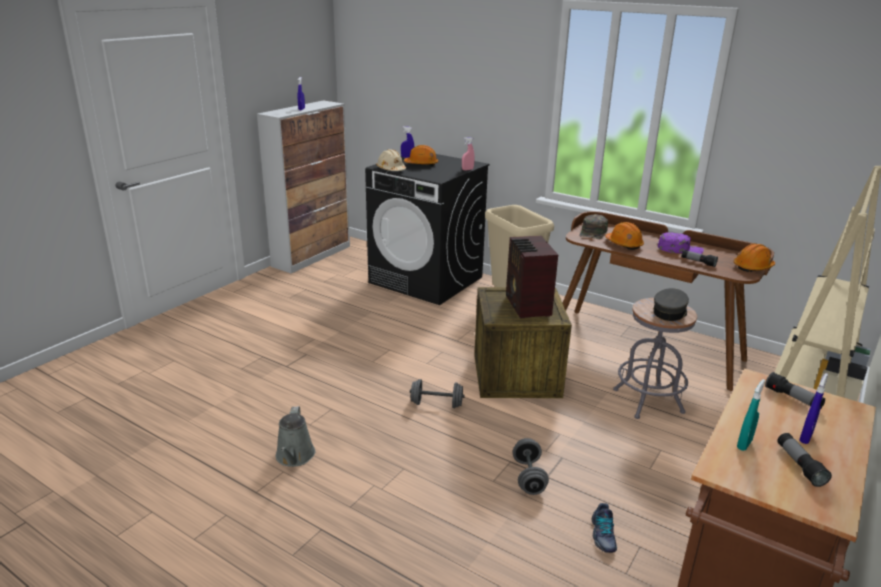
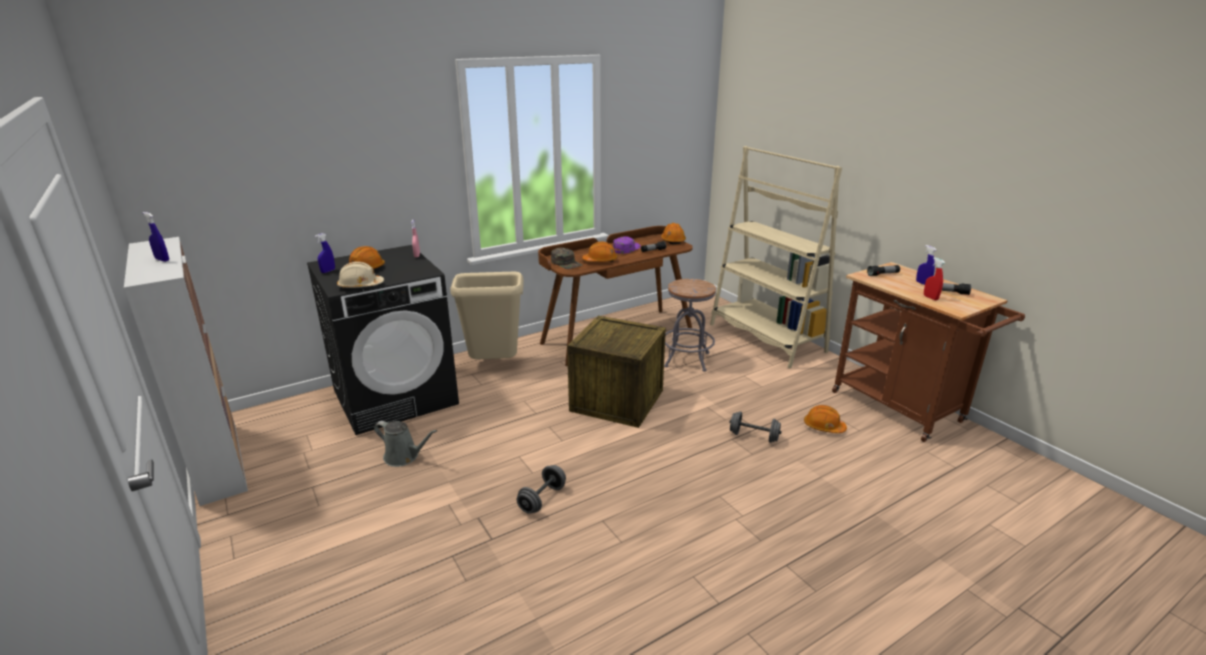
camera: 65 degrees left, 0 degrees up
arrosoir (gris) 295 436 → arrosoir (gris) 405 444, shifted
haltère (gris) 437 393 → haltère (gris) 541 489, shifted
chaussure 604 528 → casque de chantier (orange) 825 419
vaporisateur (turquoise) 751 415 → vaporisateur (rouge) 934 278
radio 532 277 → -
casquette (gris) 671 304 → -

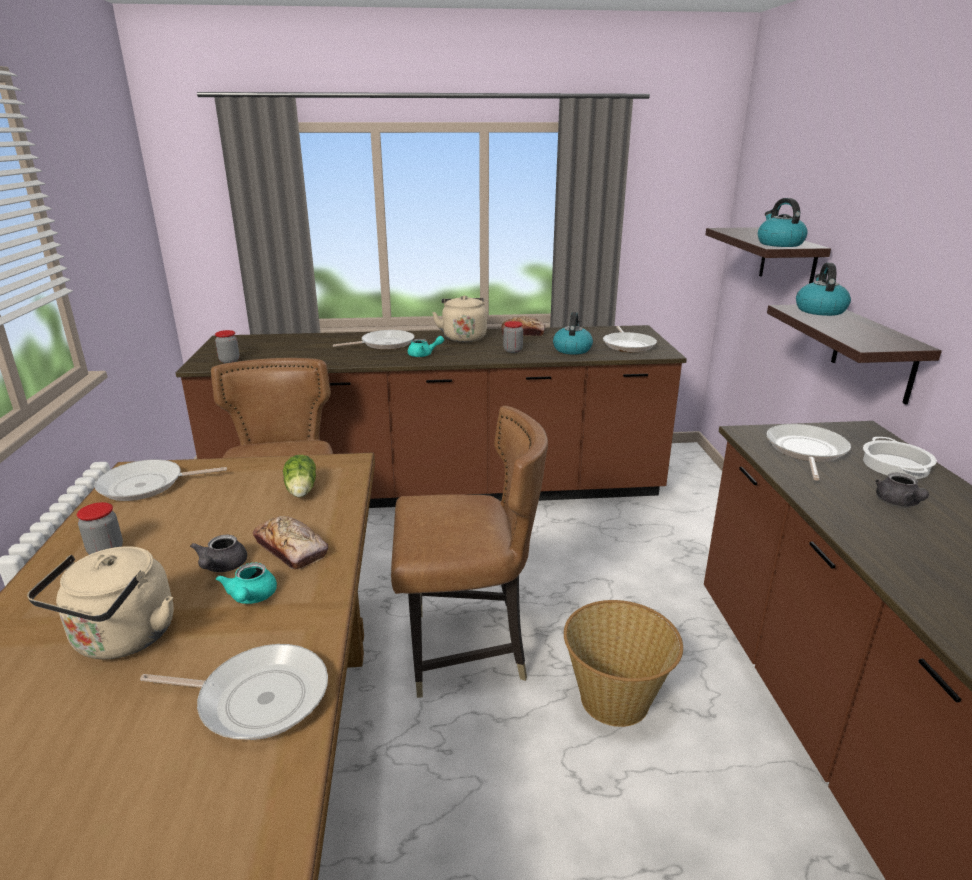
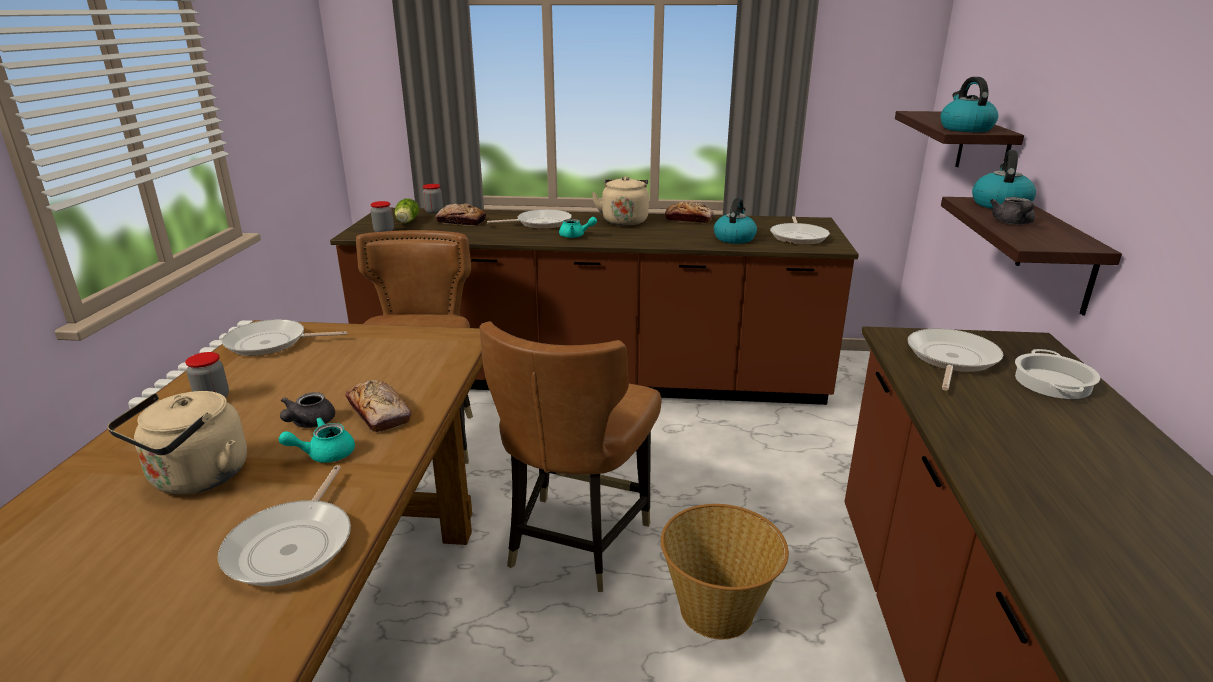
camera: 10 degrees right, 0 degrees up
poêle 234 692 → poêle 284 525, 75 degrees clockwise
théière (turquoise) 246 583 → théière (turquoise) 317 440, 60 degrees clockwise
laitue 299 476 → laitue 406 210, shifted
bocal 513 337 → bocal 433 199, shifted
- → pain 460 214
chaise (marron) 469 552 → chaise (marron) 570 456, 105 degrees clockwise
théière (gris) 902 489 → théière (gris) 1012 211, shifted

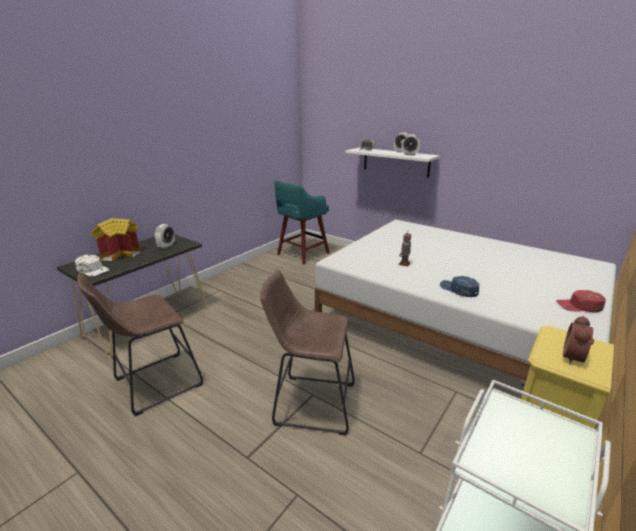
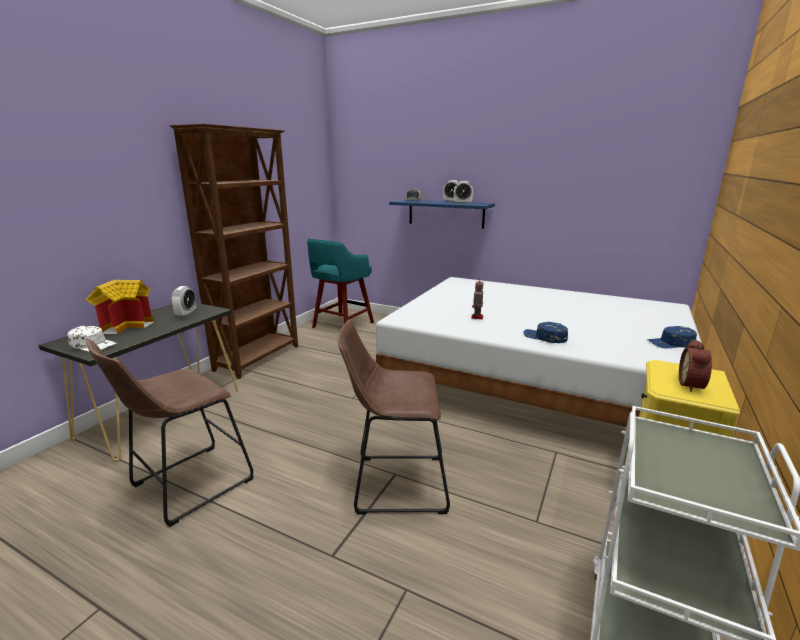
camera: 10 degrees left, 5 degrees down
- → bibliothèque (marron) 234 251
étagère (blanc) 392 163 → étagère (bleu) 442 214
casquette (rouge) 581 301 → casquette (bleu) 672 337

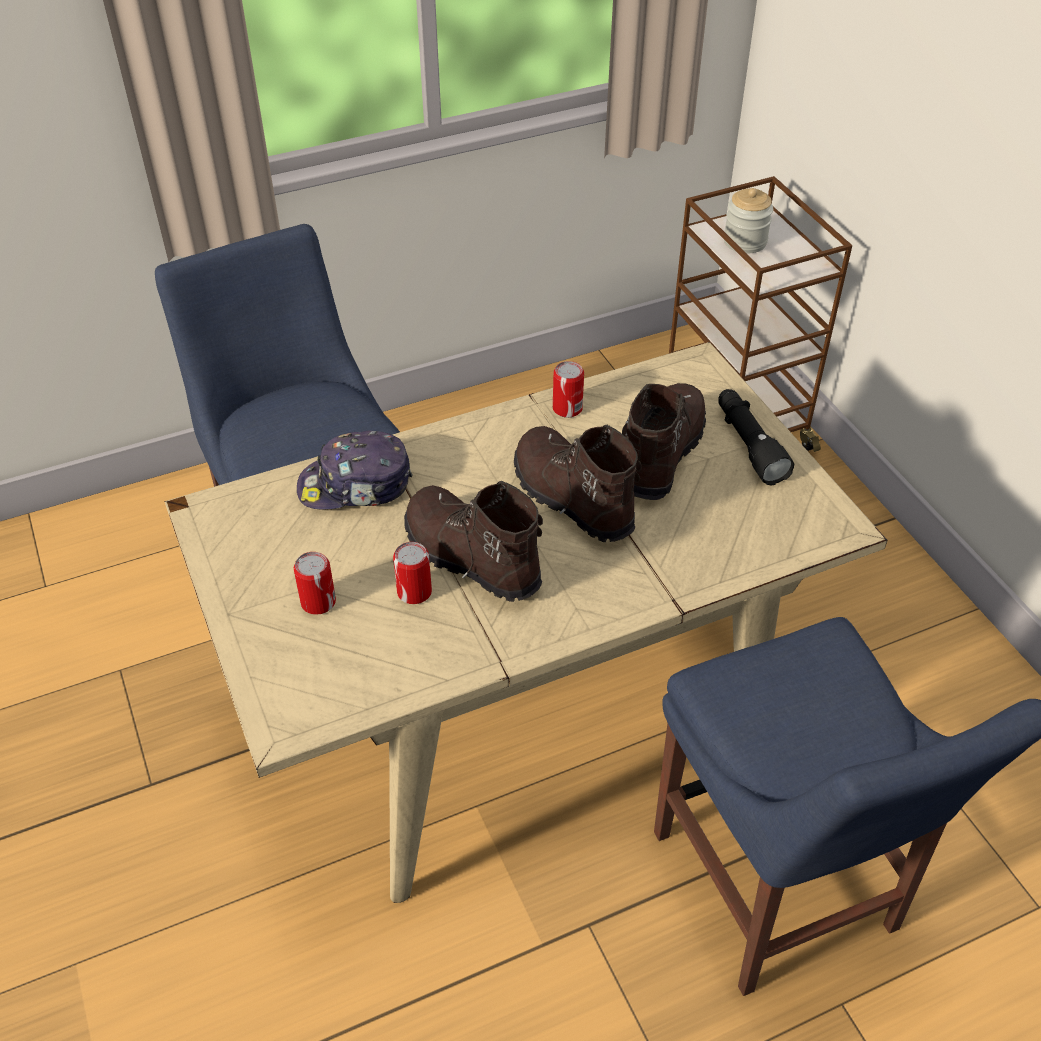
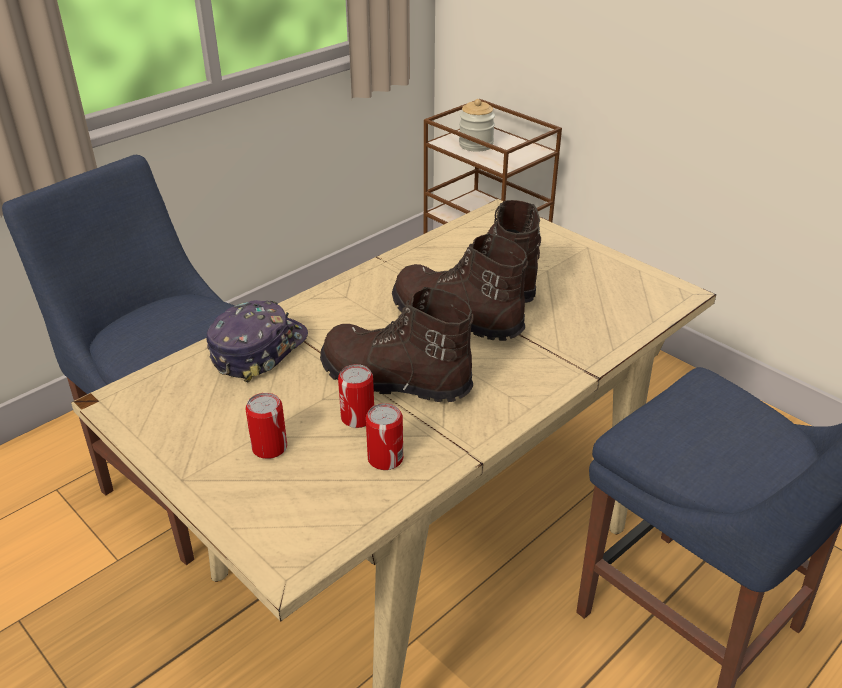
camera: 20 degrees left, 10 degrees down
casquette 355 470 → casquette 257 341, 150 degrees clockwise
boîte métallique 568 389 → boîte métallique 384 436, shifted
lampe de poche (noir) 756 437 → -

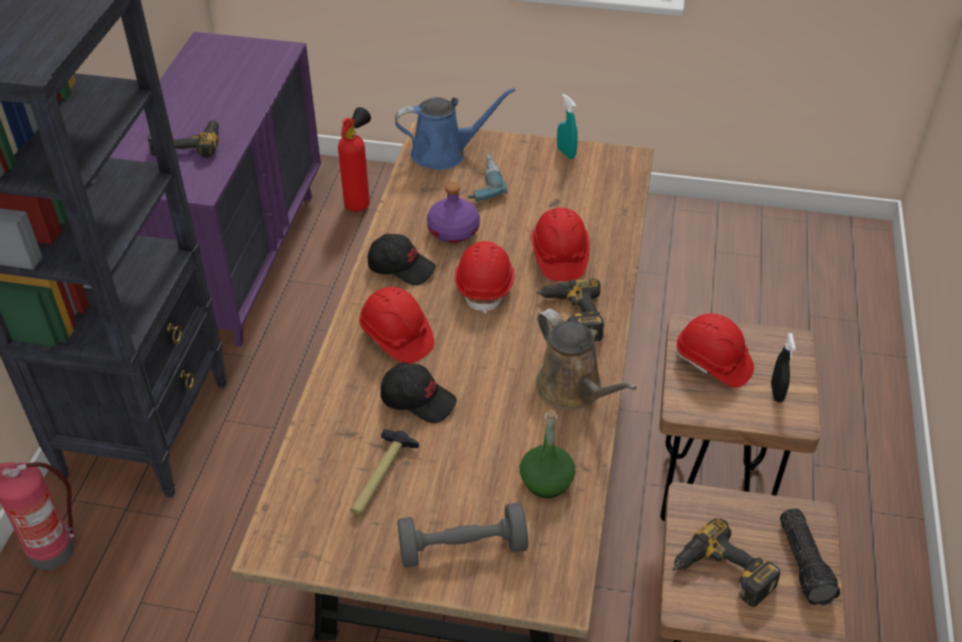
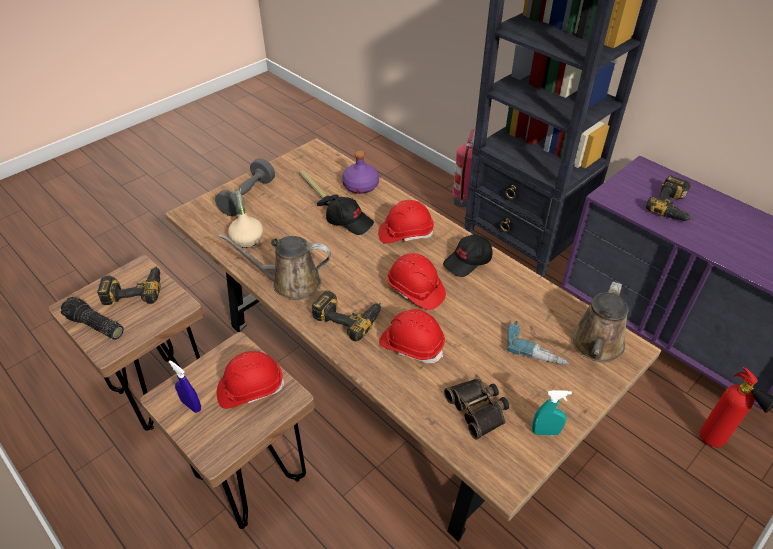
camera: 125 degrees right, 0 degrees up
vaporisateur (noir) 783 367 → vaporisateur (bleu) 185 386
bouteille (vert) 547 453 → bouteille (beige) 245 217
casquette (noir) 418 392 → casquette (noir) 350 216, 120 degrees counterclockwise
bouteille (violet) 453 212 → bouteille (violet) 360 172, shifted
- → jumelles 476 409
arrosoir (bleu) 455 129 → arrosoir (marron) 600 322

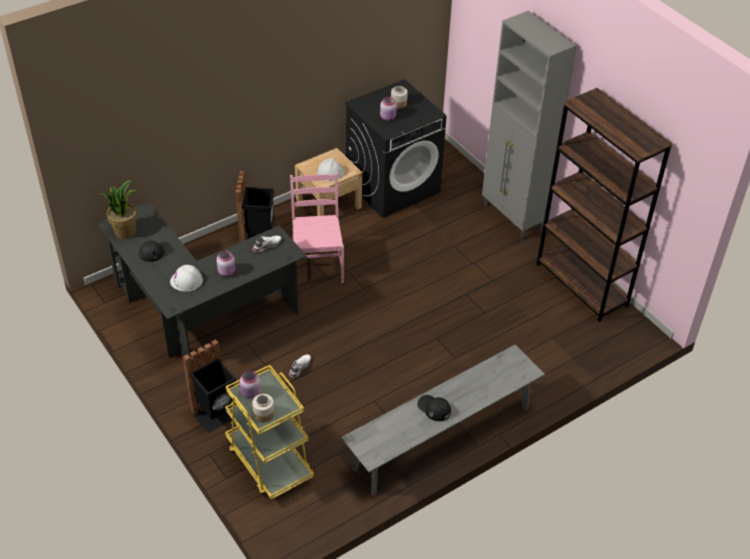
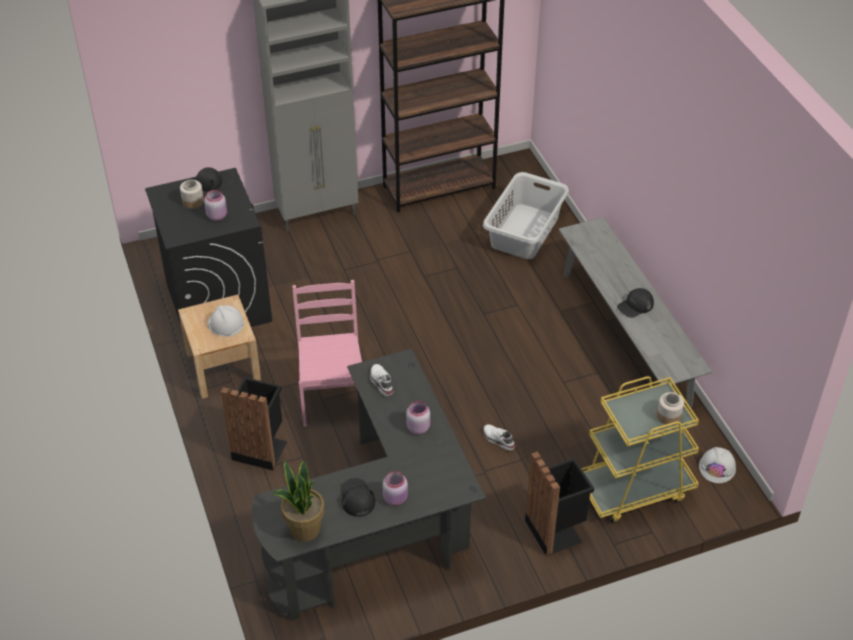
camera: 75 degrees left, 0 degrees up
- → casquette (noir) 214 179
chaise (rose) 317 228 → chaise (rose) 327 353, 75 degrees clockwise
bocal (rose) 250 384 → bocal (rose) 395 488, shifted
- → panier à linge (gris) 526 215
casque de chantier (blanc) 186 278 → casque de chantier (blanc) 717 465, shifted

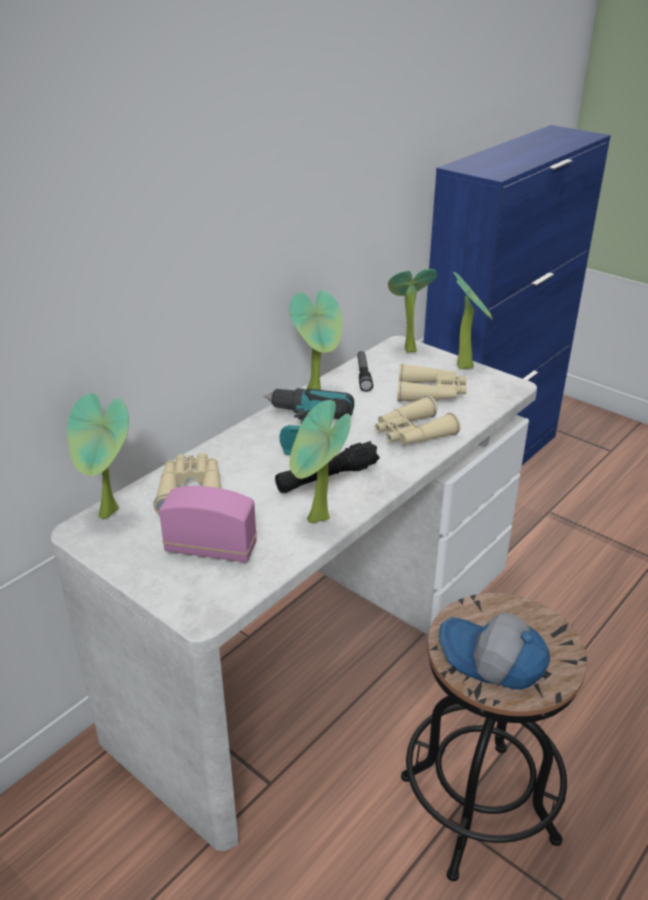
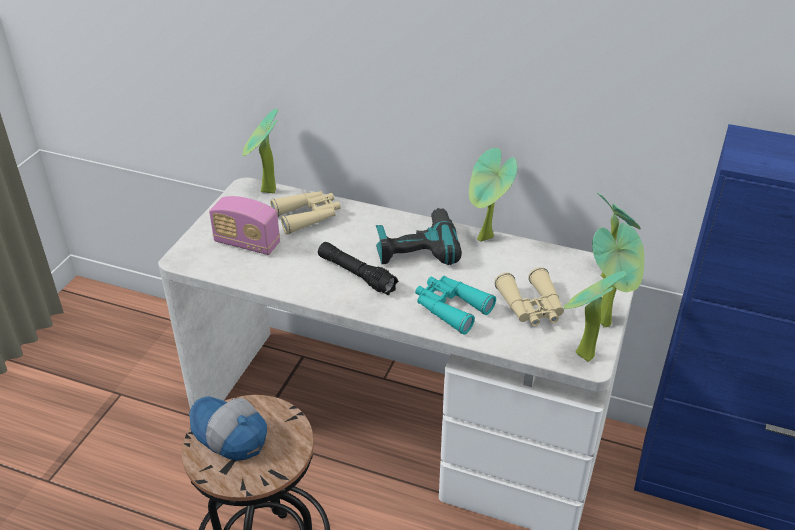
camera: 70 degrees right, 5 degrees up
casquette 494 651 → casquette 228 428, 60 degrees counterclockwise
radio 208 524 → radio 244 225, 120 degrees clockwise
jumelles (beige) 418 420 → jumelles (turquoise) 455 305
plante en pot 320 461 → plante en pot 595 316, shifted
lampe de poche 365 371 → -

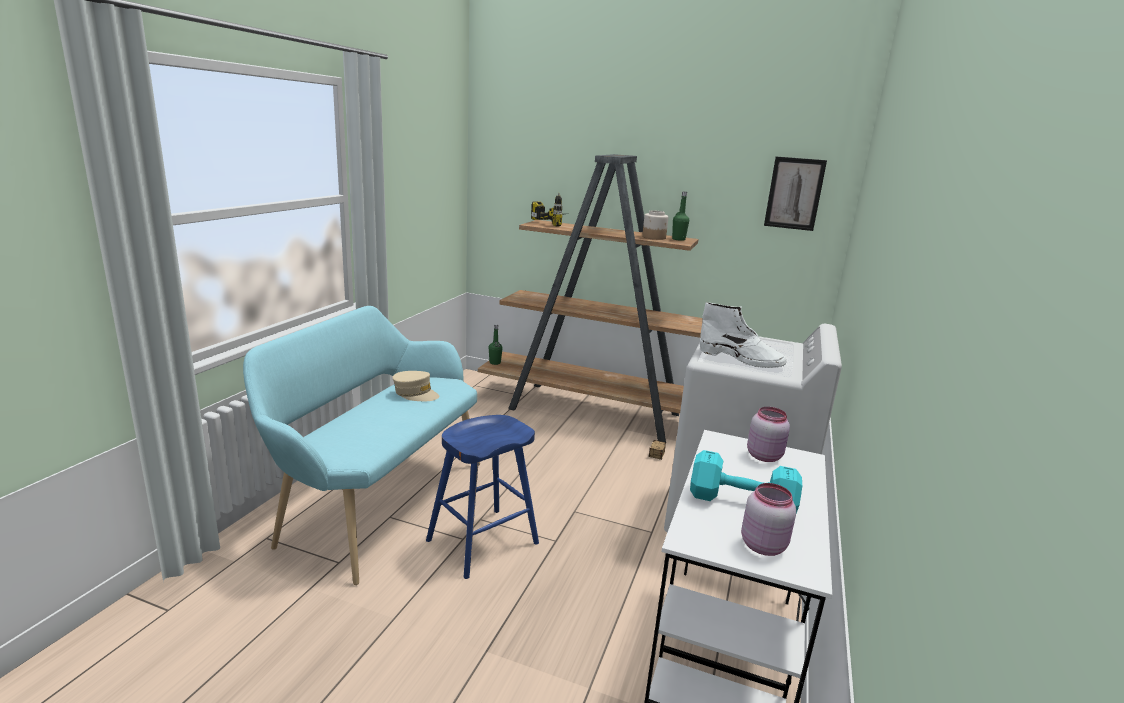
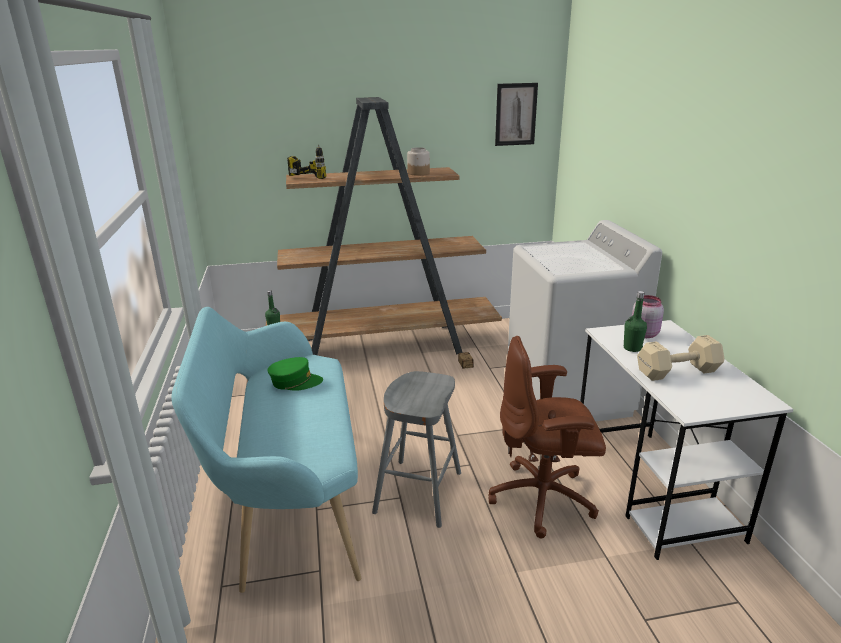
camera: 30 degrees left, 5 degrees up
casquette (beige) 416 386 → casquette (vert) 295 374
tabouret (bleu) 482 497 → tabouret (gris) 416 449
- → chaise de bureau (marron) 547 437
bouteille (vert) 680 216 → bouteille (vert) 635 321, shifted
haltère (turquoise) 746 481 → haltère (beige) 681 358
botte (blanc) 743 335 → -
bocal (rose) 768 519 → -

